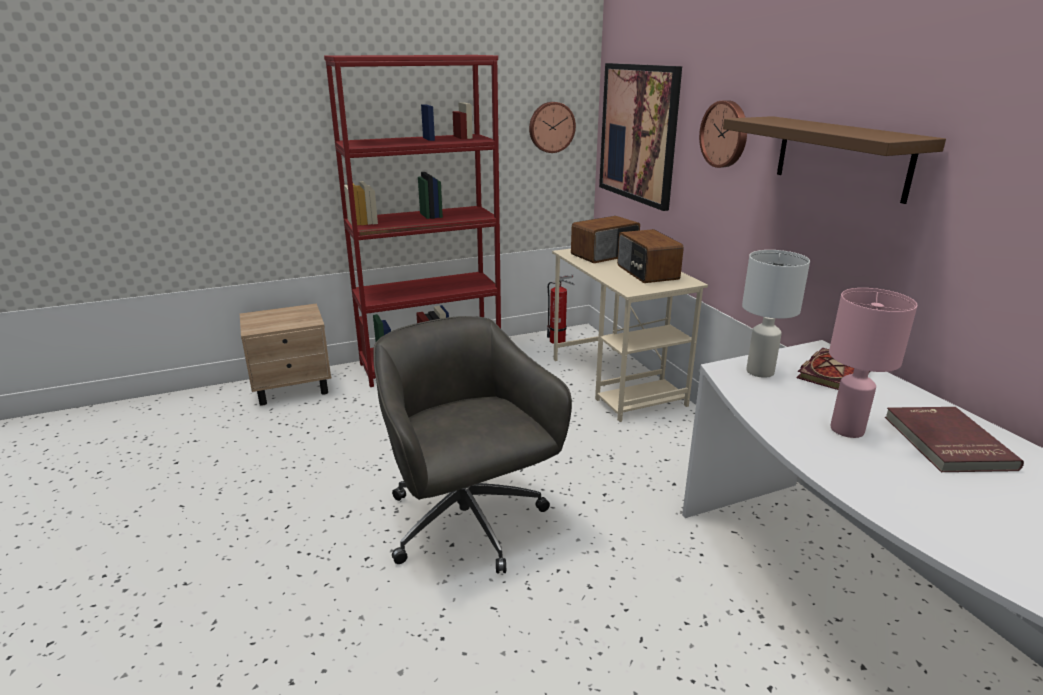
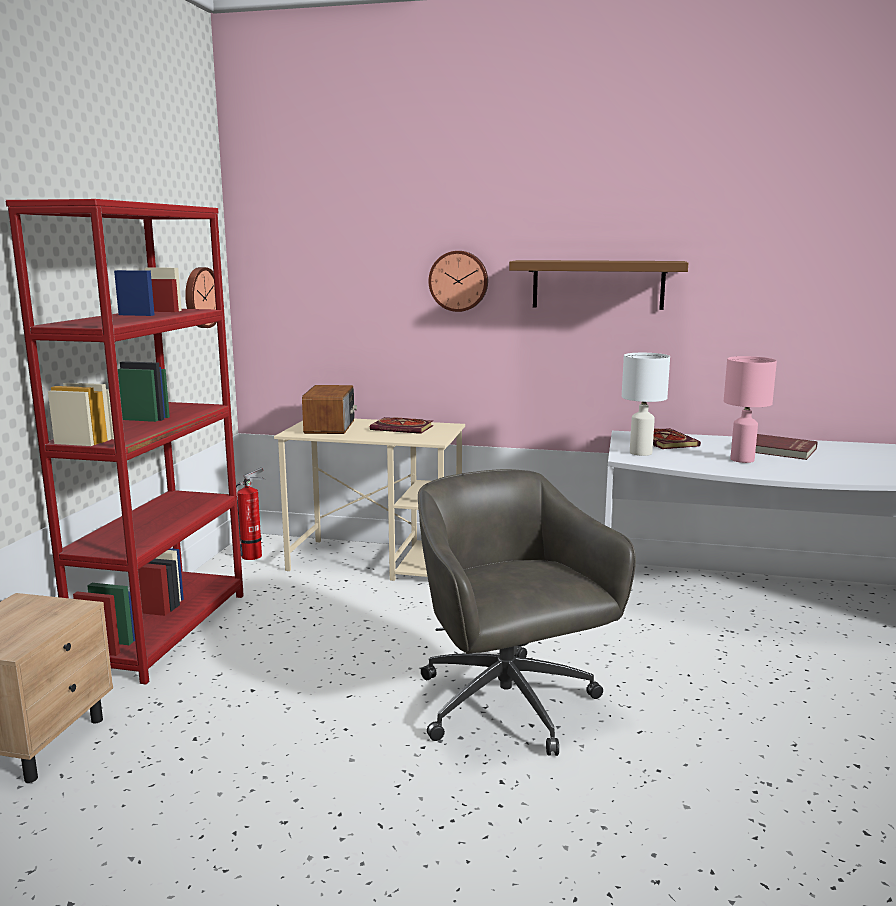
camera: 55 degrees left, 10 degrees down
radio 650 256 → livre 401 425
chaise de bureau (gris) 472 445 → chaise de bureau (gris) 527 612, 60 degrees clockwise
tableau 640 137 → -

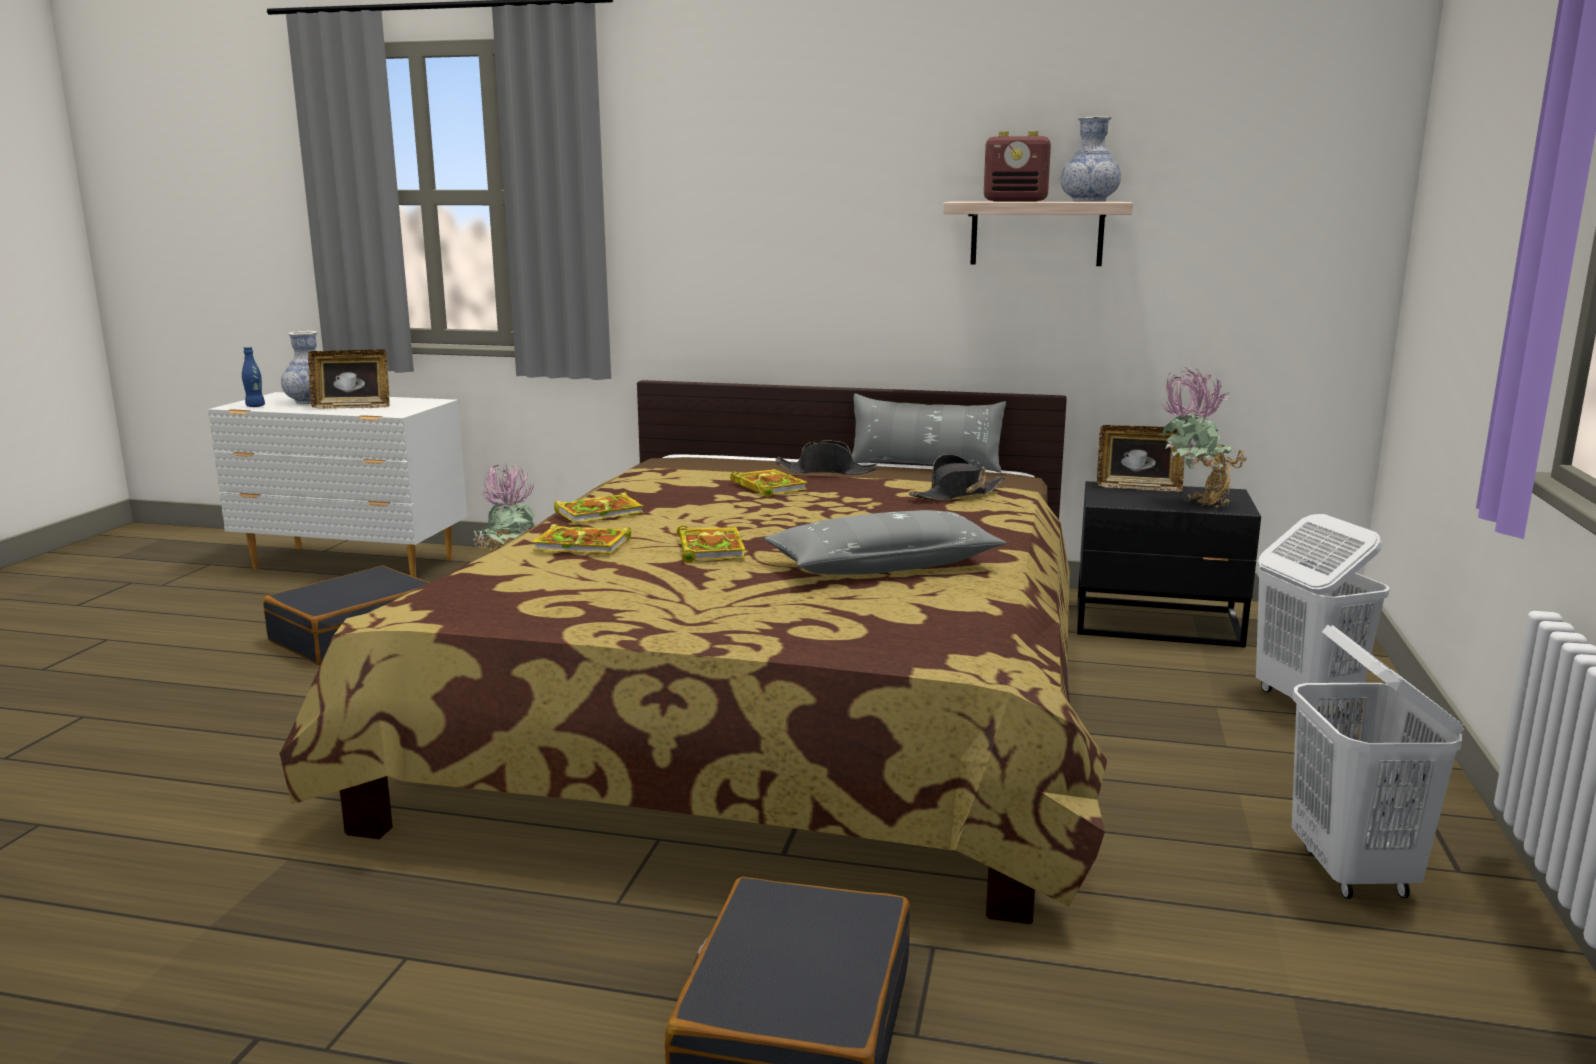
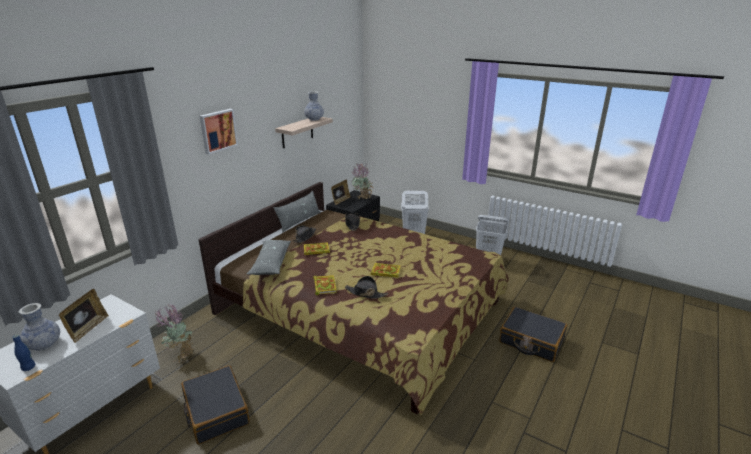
camera: 70 degrees left, 10 degrees up
- → tableau 219 131
coussin (gris) 885 542 → coussin (gris) 269 257, shifted
livre 582 539 → chapeau (noir) 366 287
radio 1017 166 → -

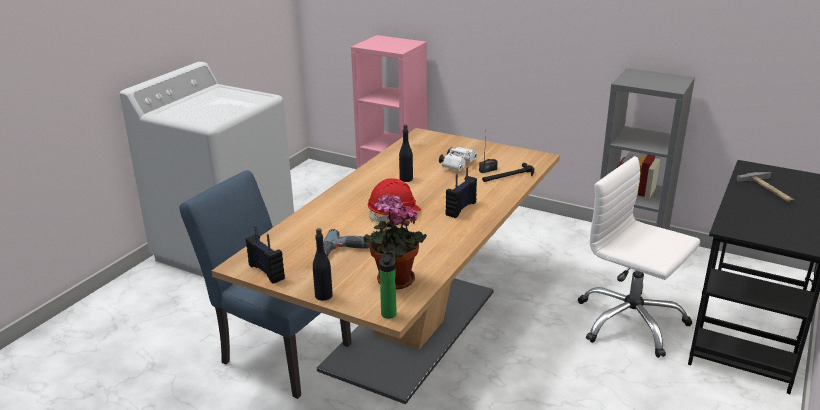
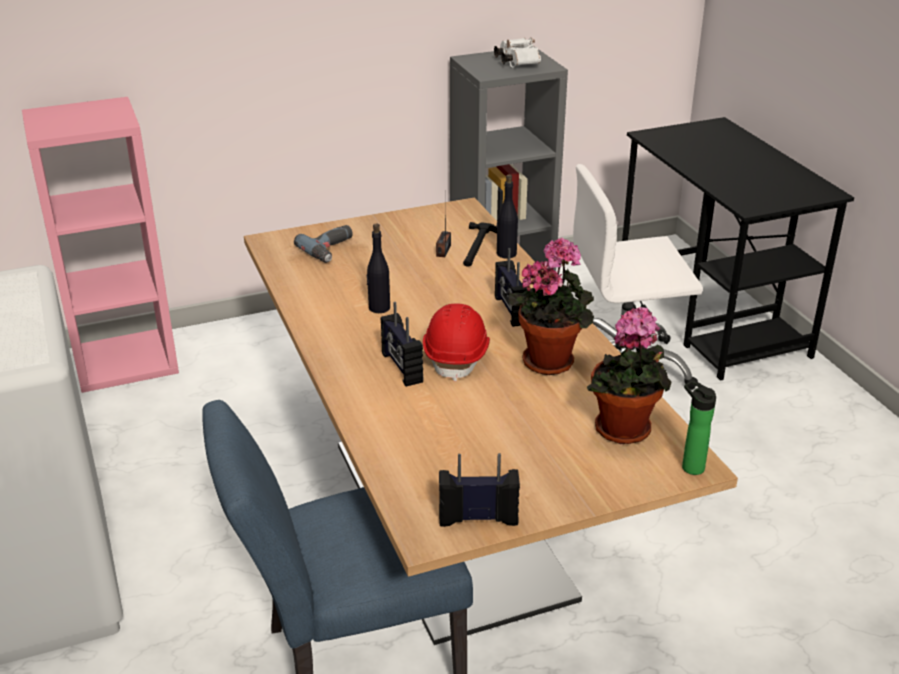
camera: 50 degrees left, 5 degrees up
perceuse 346 242 → perceuse 323 244, shifted
- → radio 402 344
jumelles (blanc) 458 159 → jumelles (blanc) 517 52, shifted
bouteille (noir) 323 264 → bouteille (noir) 507 216, shifted
- → plante en pot 551 306
marteau 765 187 → -

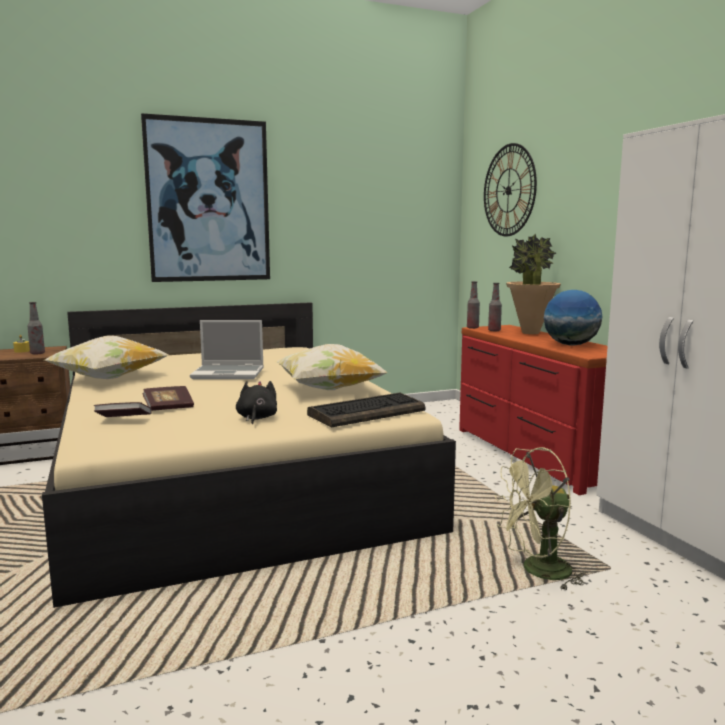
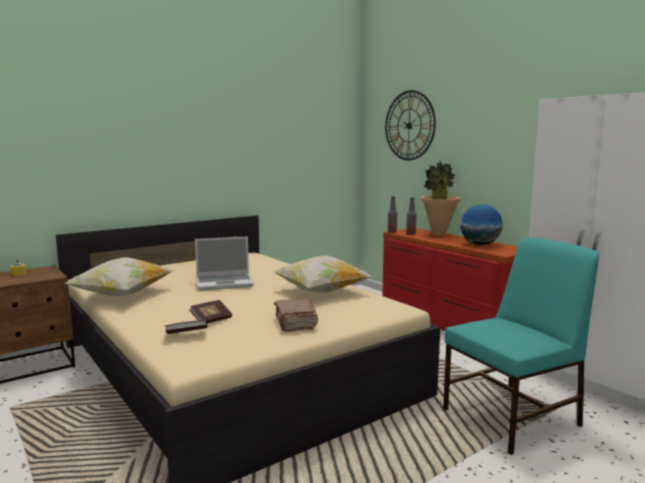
camera: 15 degrees left, 0 degrees up
peluche (noir) 256 403 → livre (marron) 296 315
ventilateur (vert) 541 518 → chaise (turquoise) 521 346
bouteille 36 328 → -
tableau 205 197 → -
clavier 366 410 → -

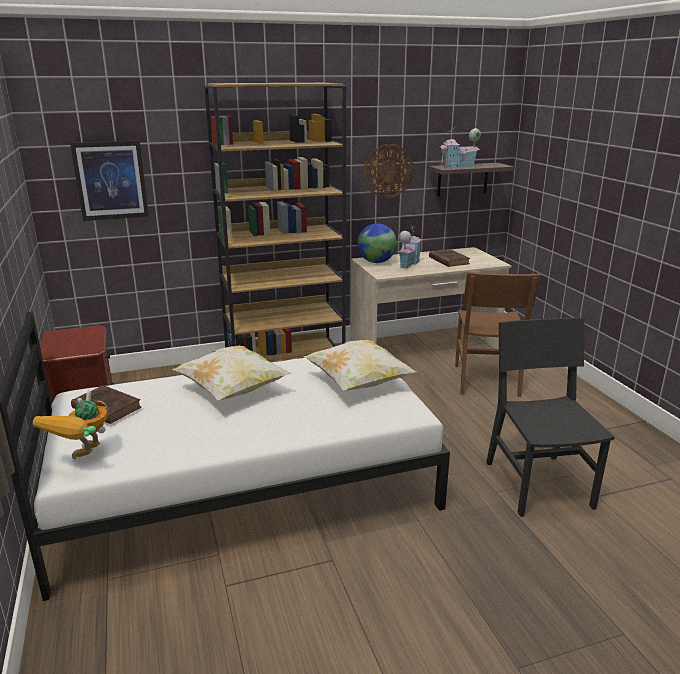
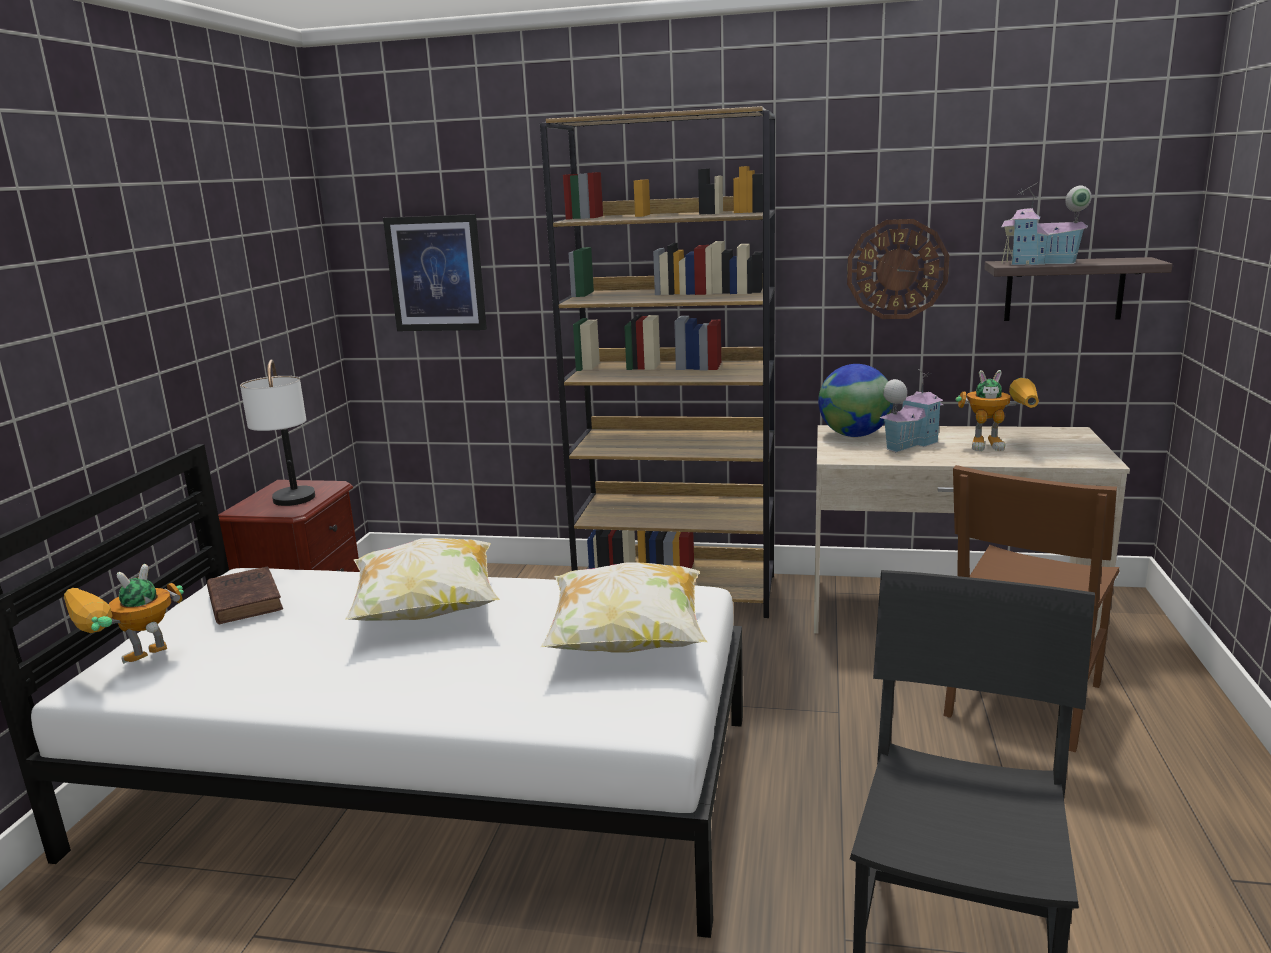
camera: 30 degrees right, 5 degrees down
- → lampe de table 277 432
livre (marron) 449 258 → robot jouet 997 410

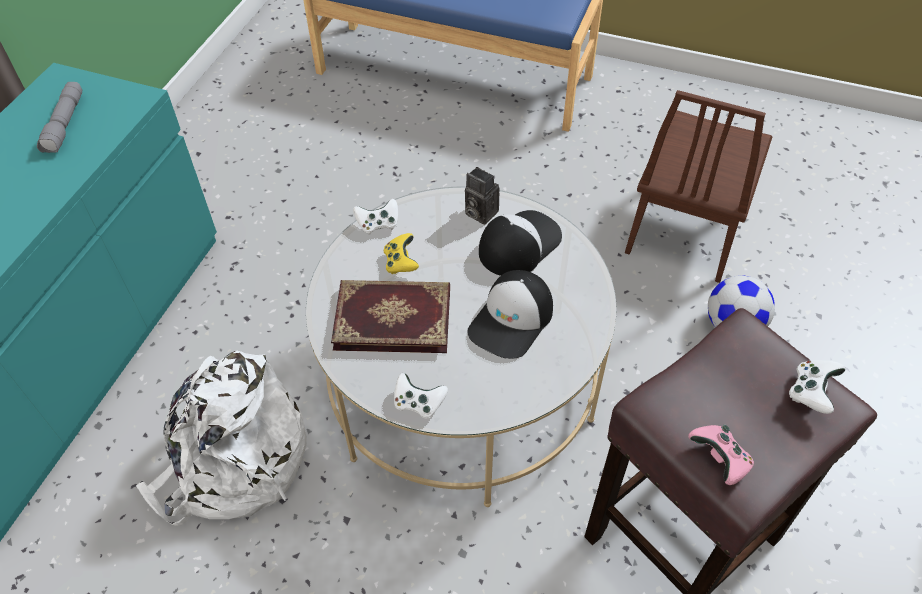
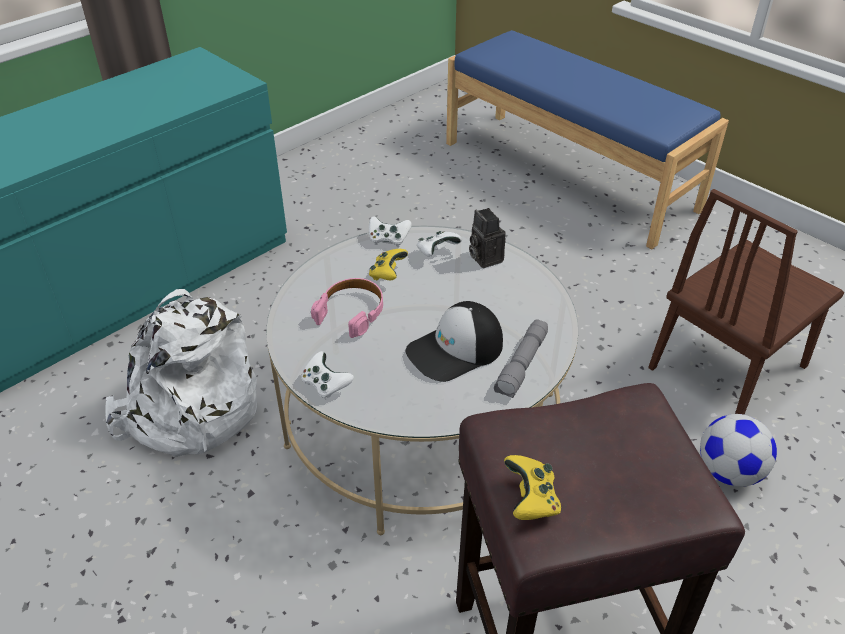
camera: 25 degrees right, 10 degrees down
livre 390 316 → casque audio (rose) 347 308
manette (blanc) 817 387 → manette (blanc) 439 244, shifted
lampe de poche (gris) 59 117 → lampe de poche (gris) 521 358, shifted
manette (rose) 721 455 → manette (jaune) 532 487
casquette 520 243 → -

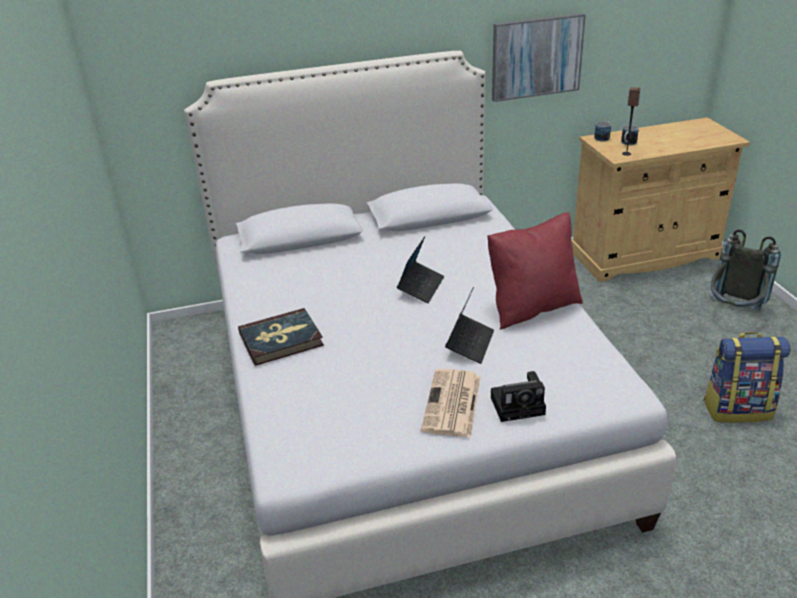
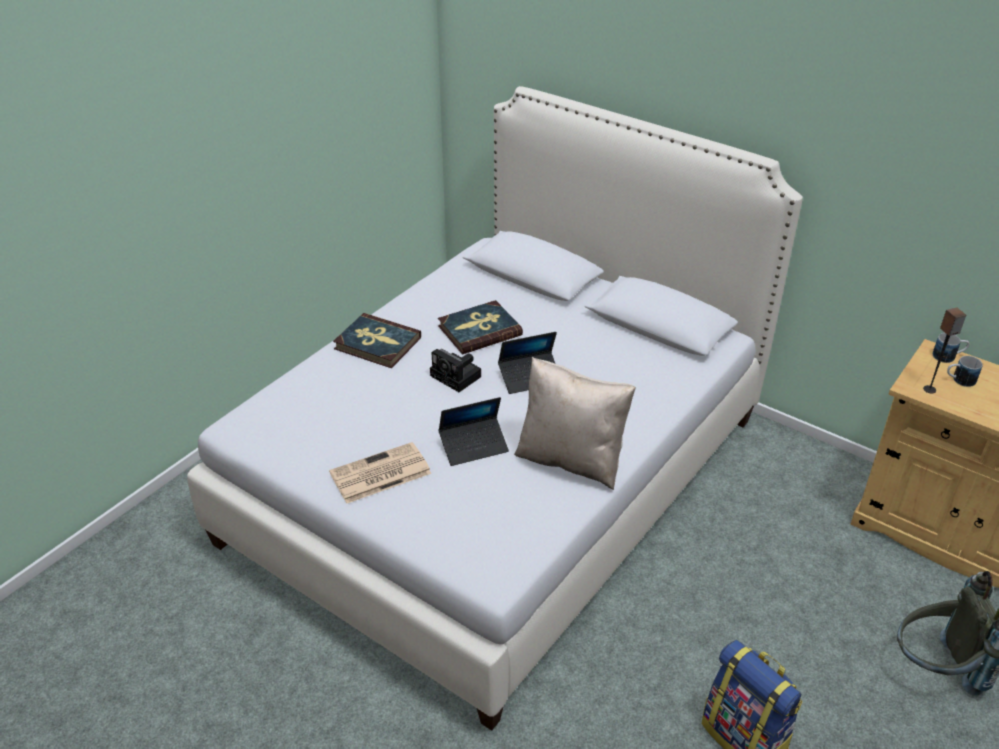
camera: 50 degrees right, 5 degrees up
appareil photo 518 396 → appareil photo 455 370, shifted
- → livre 480 327
coussin (rouge) 535 270 → coussin (beige) 575 423
tableau 539 57 → -

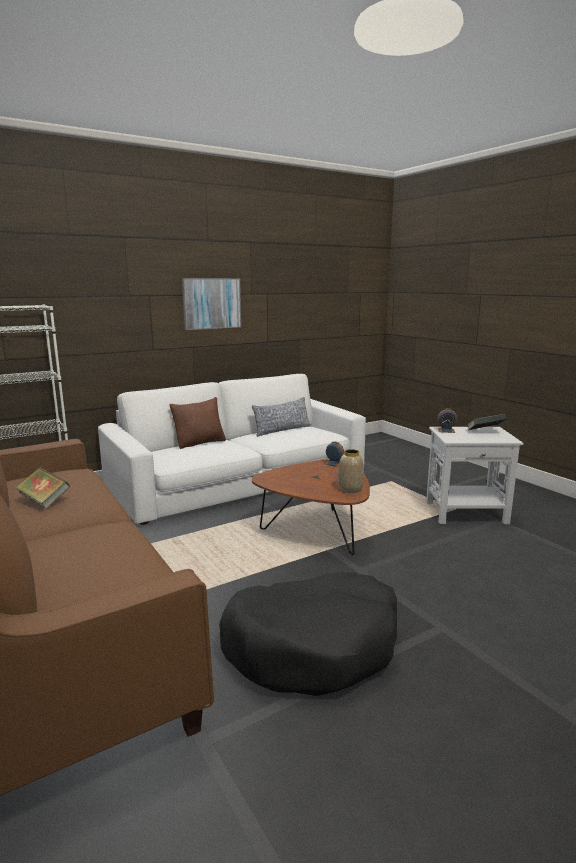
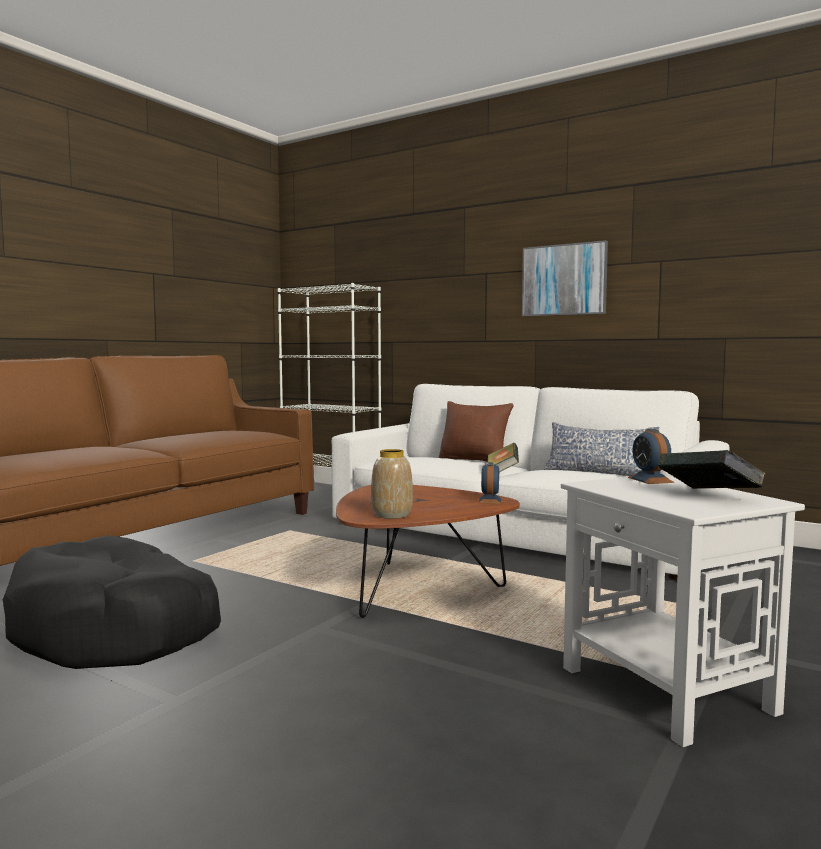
camera: 65 degrees right, 10 degrees down
livre 42 488 → livre 503 457, shifted

